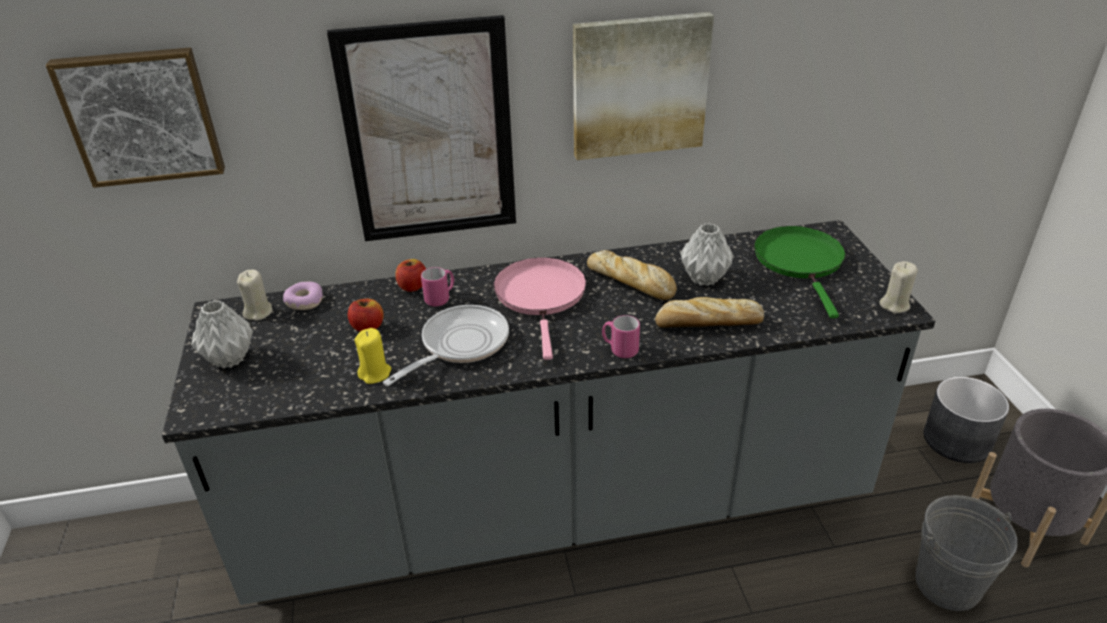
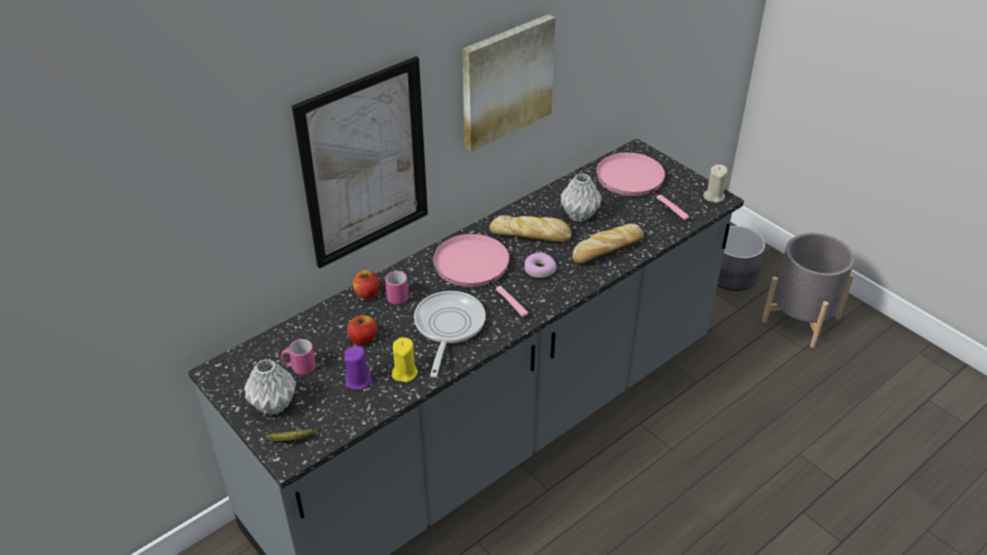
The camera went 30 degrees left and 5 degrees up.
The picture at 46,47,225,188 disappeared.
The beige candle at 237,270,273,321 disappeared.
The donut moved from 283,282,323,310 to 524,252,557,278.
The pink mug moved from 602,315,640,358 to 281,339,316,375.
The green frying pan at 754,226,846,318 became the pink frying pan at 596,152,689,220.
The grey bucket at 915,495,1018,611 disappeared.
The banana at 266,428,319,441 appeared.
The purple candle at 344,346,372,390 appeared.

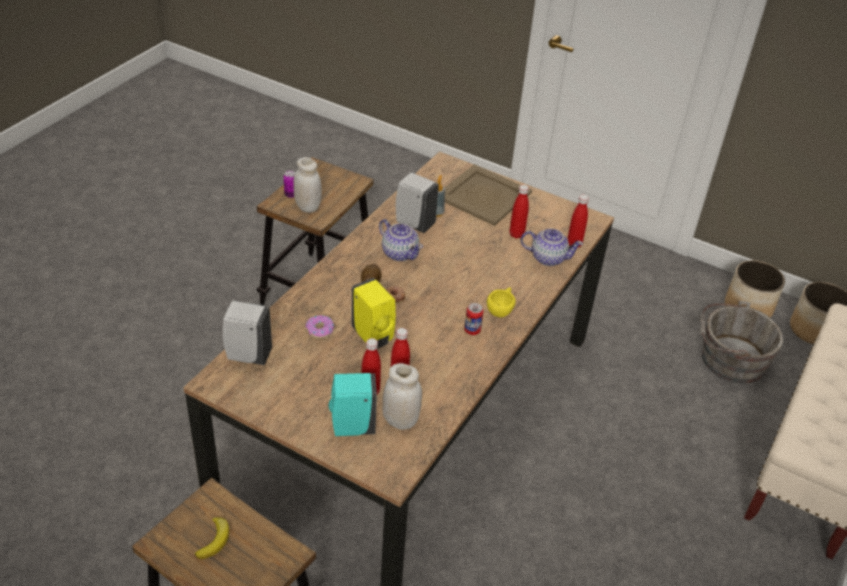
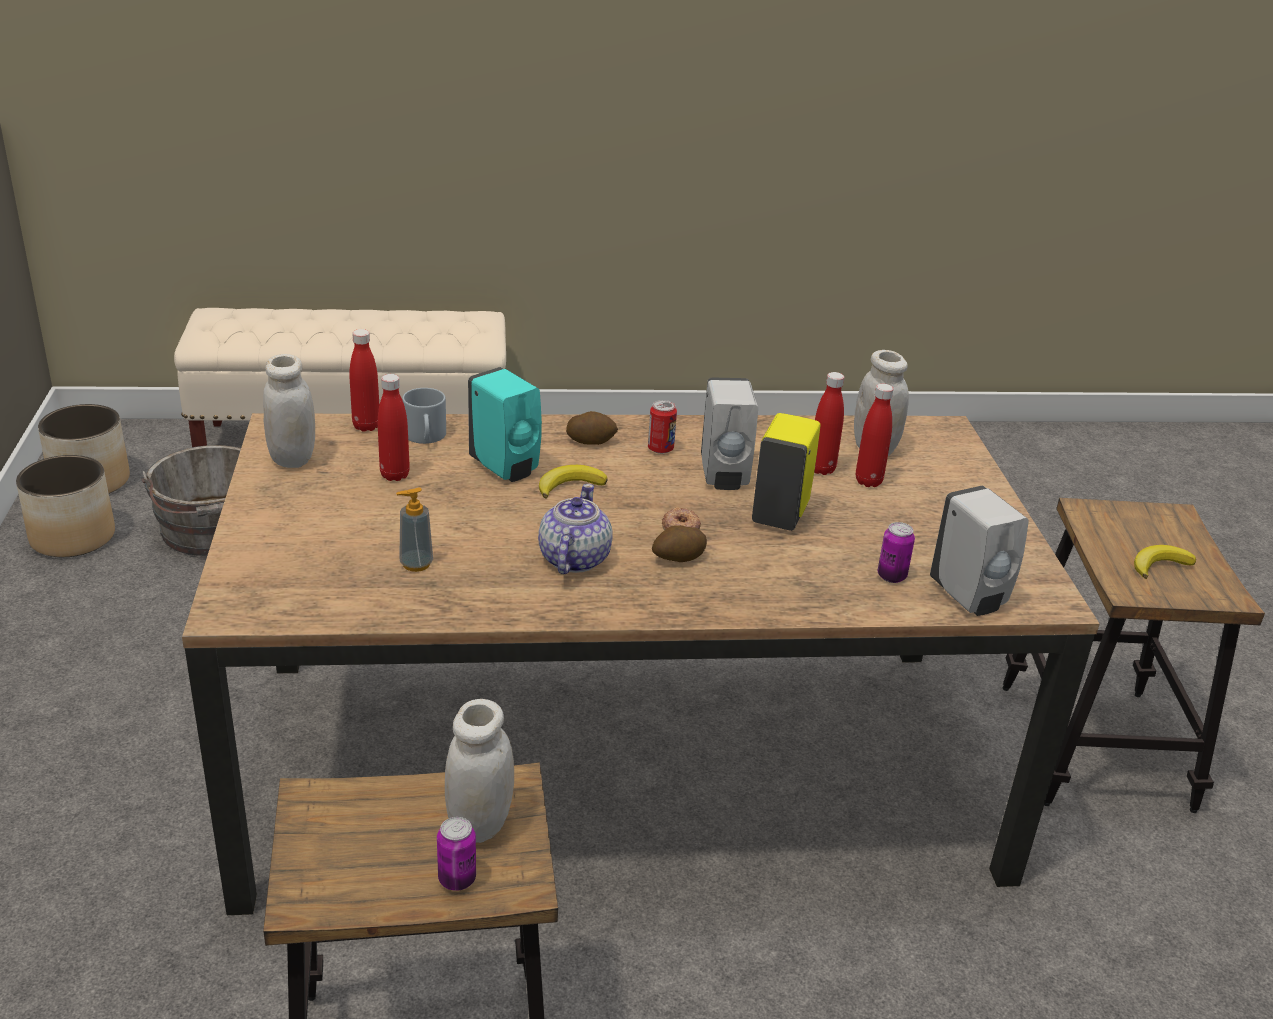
The camera went 125 degrees left and 10 degrees down.
The donut at 305,315,334,339 disappeared.
The turquoise soap dispenser moved from 328,373,377,436 to 468,367,542,482.
The white soap dispenser moved from 396,172,439,233 to 701,377,758,490.
The beige tray at 445,164,532,226 disappeared.
The yellow cup at 487,287,516,317 was replaced by the potato at 566,411,618,445.
The teapot at 521,229,583,266 was replaced by the grey mug at 402,388,446,444.
The white jar at 263,354,315,468 appeared.
The banana at 539,465,608,499 appeared.
The can at 878,522,915,583 appeared.

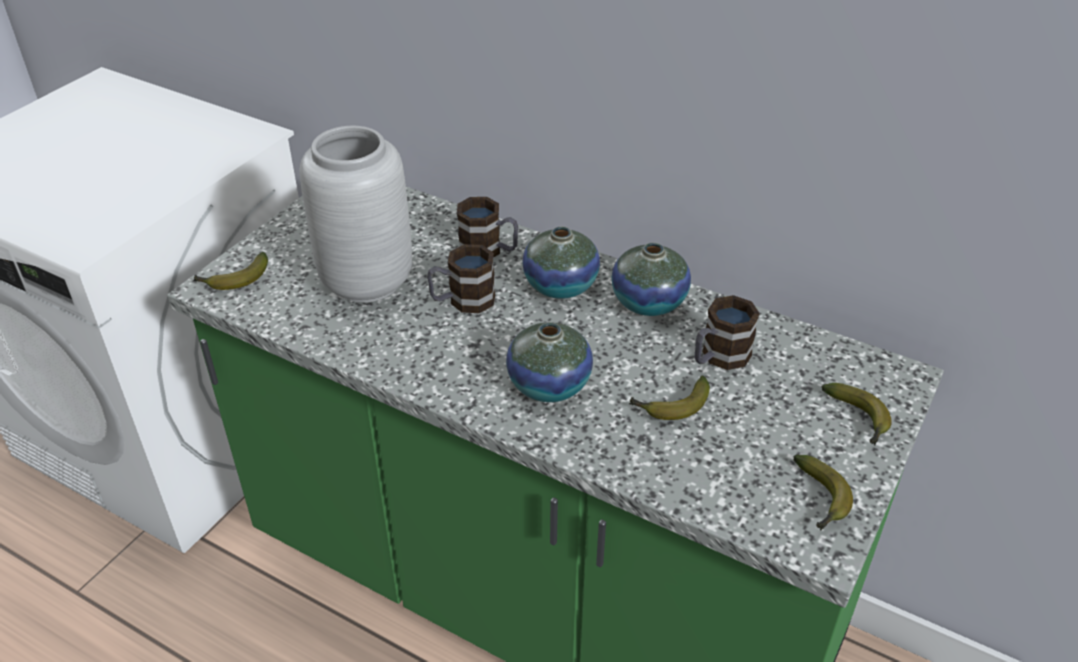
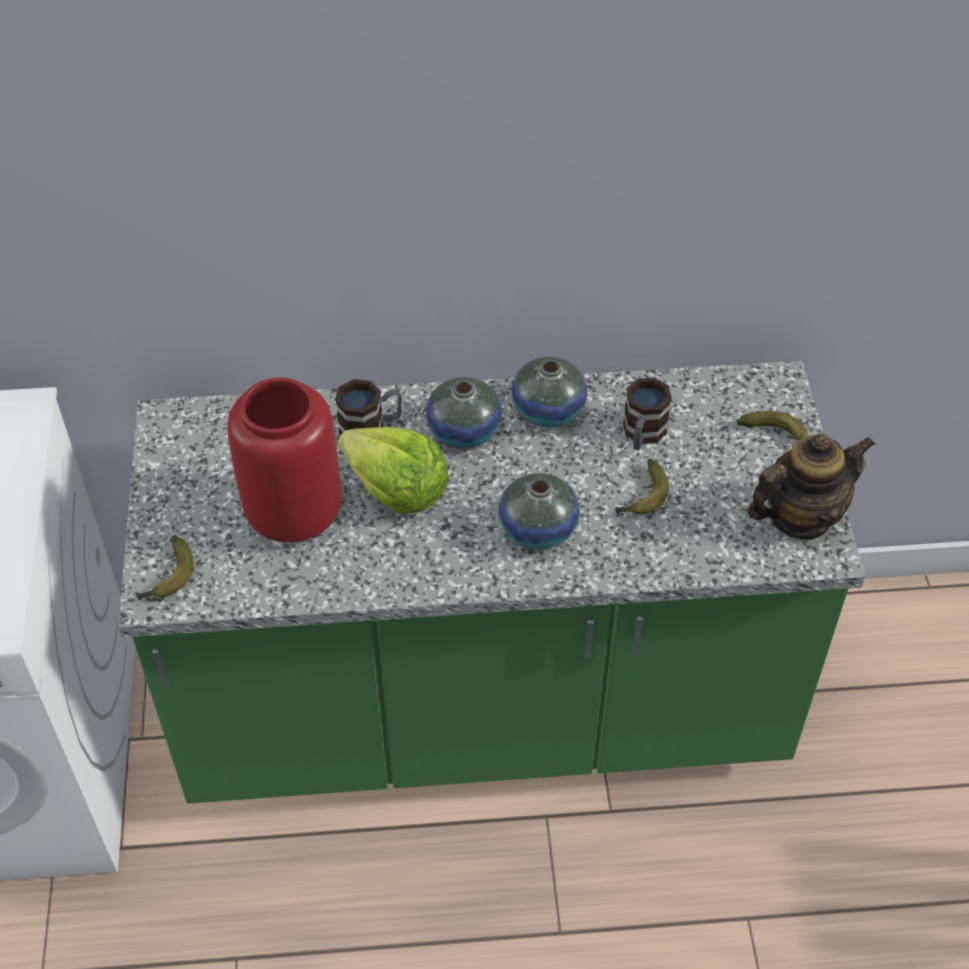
The camera went 35 degrees left and 10 degrees up.
The grey vase at 300,126,412,303 became the red vase at 227,378,342,543.
The mug at 427,244,495,313 was replaced by the lettuce at 338,427,449,514.
The banana at 793,454,853,531 was replaced by the teapot at 747,433,875,540.

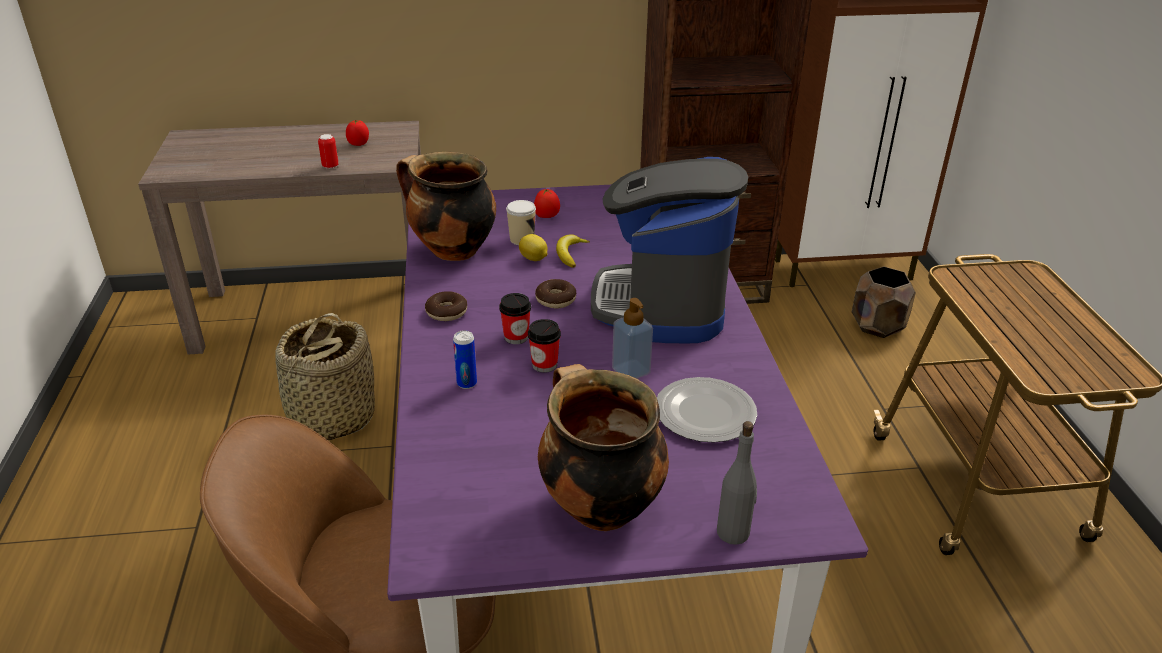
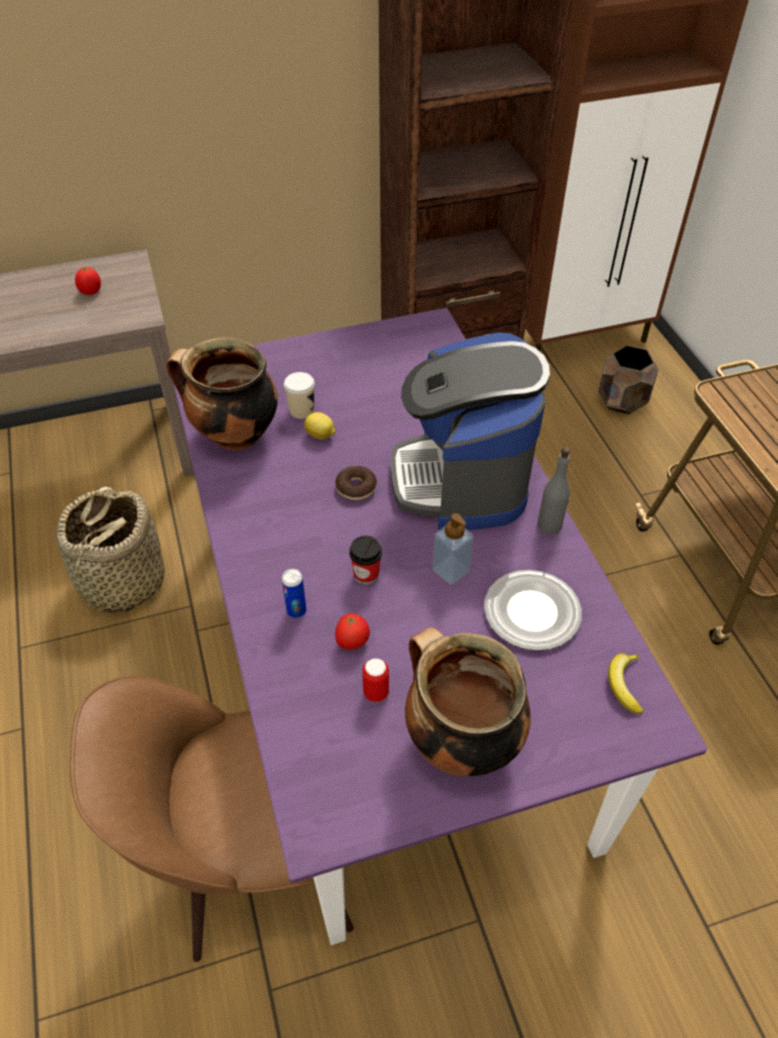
The camera went 10 degrees left and 15 degrees up.
The can moved from 318,134,339,169 to 362,658,389,702.
The donut at 425,291,467,321 disappeared.
The cup at 499,293,531,344 disappeared.
The tomato moved from 534,189,560,218 to 335,613,370,650.
The banana moved from 556,234,590,268 to 608,653,643,714.
The grey bottle moved from 717,421,757,545 to 537,447,570,535.

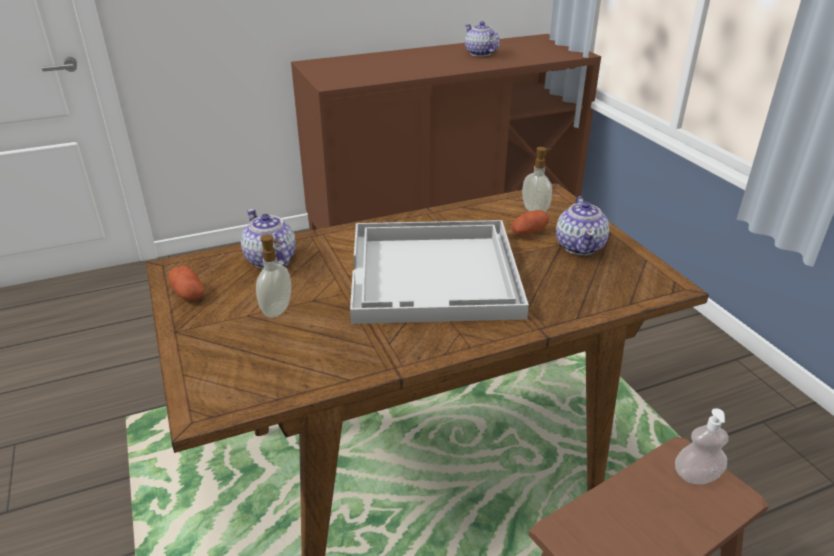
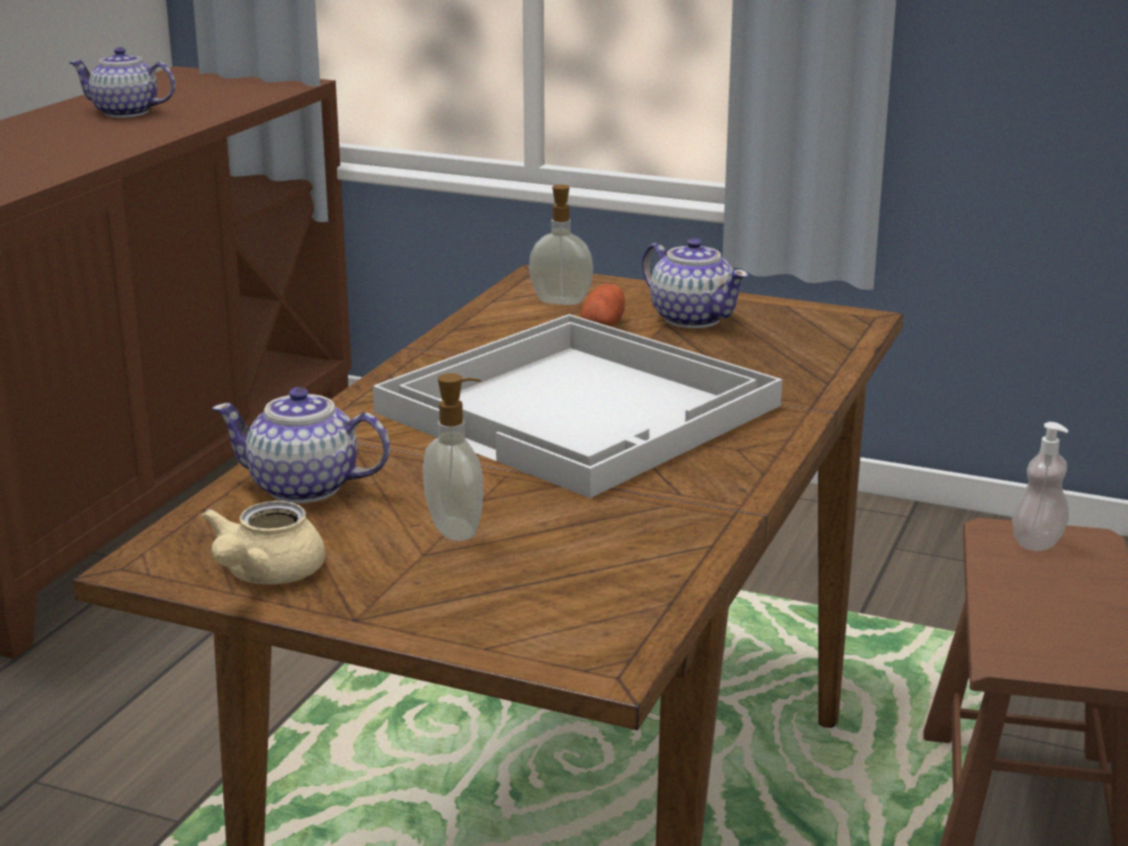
The camera went 45 degrees left and 10 degrees down.
The potato at 169,266,204,300 was replaced by the beige teapot at 202,501,325,585.

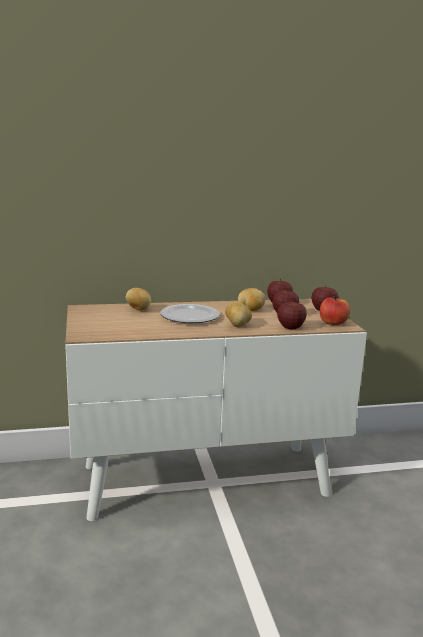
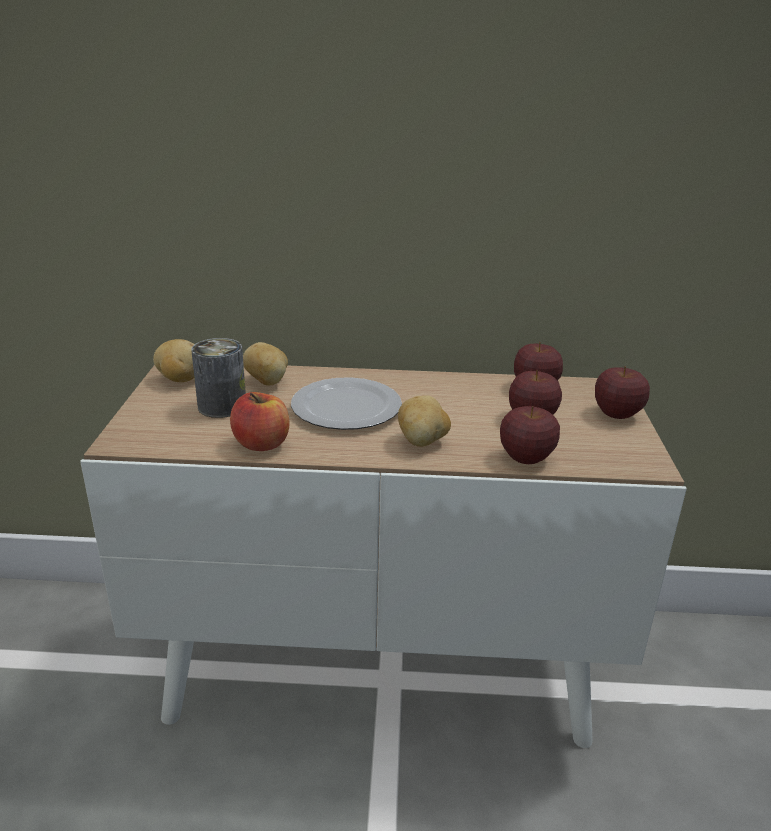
The camera went 15 degrees right and 10 degrees up.
The potato moved from 238,288,265,311 to 153,339,194,382.
The apple moved from 320,296,350,325 to 230,392,289,451.
The can at 191,338,246,418 appeared.

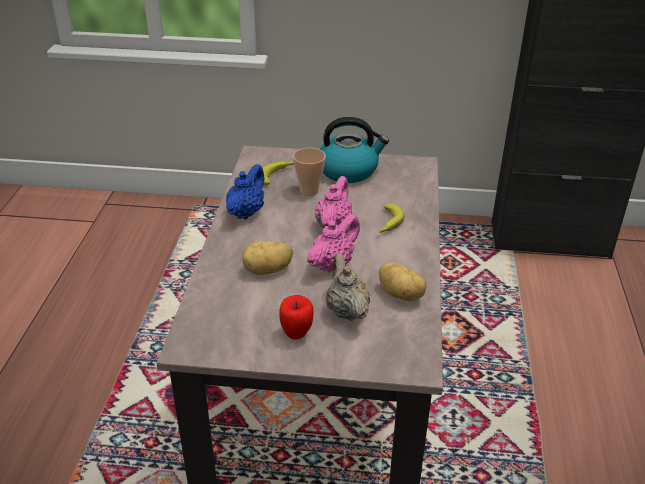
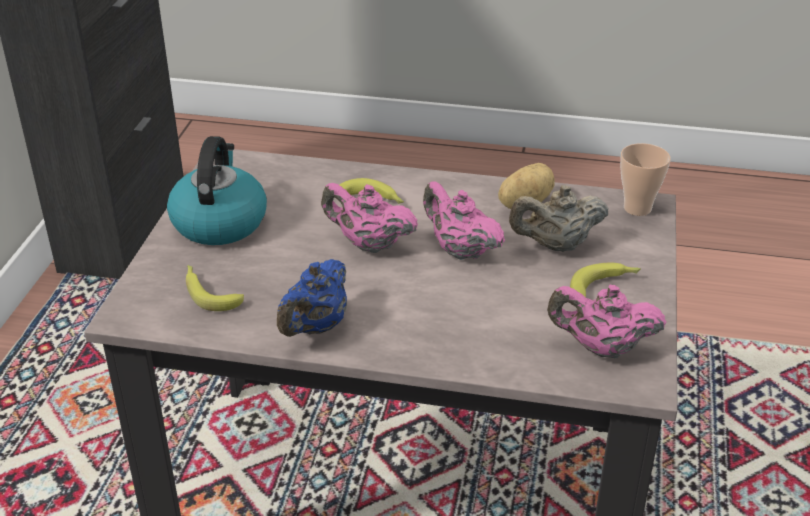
The camera went 85 degrees left and 0 degrees up.
The blue teapot at 226,164,264,219 turned 90 degrees counterclockwise.
The potato at 243,241,293,275 disappeared.
The apple at 279,295,314,339 was replaced by the banana at 570,263,641,297.
The cup moved from 293,148,326,196 to 620,143,671,216.
The pink teapot at 547,284,667,358 appeared.

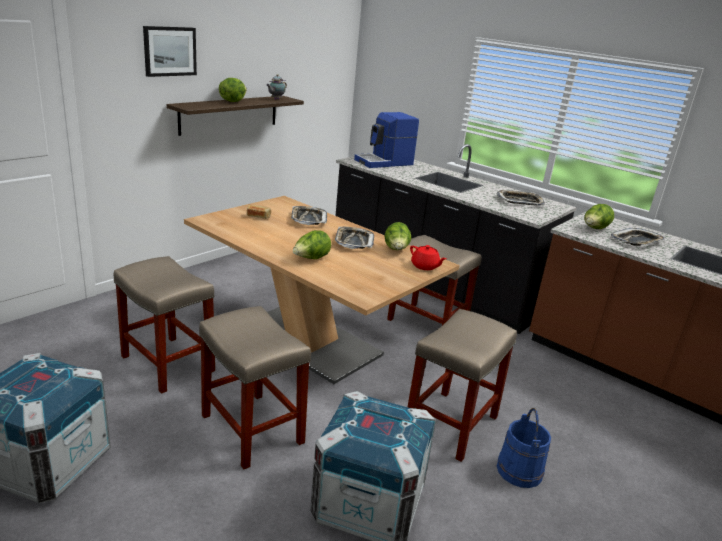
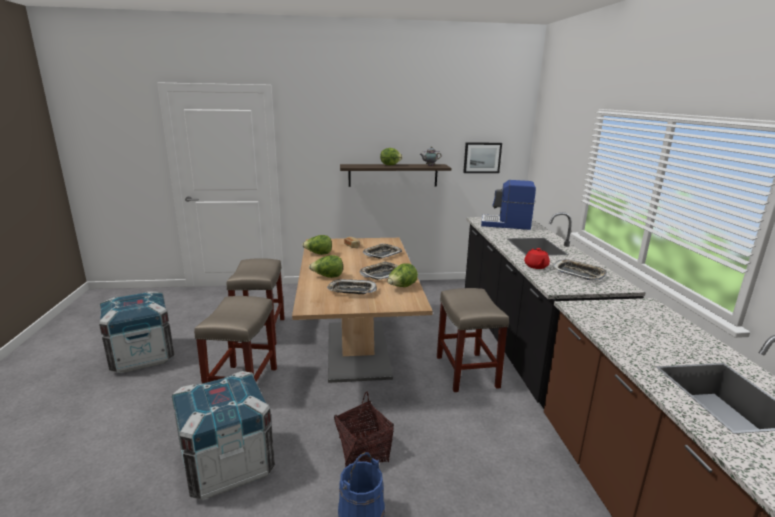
The camera went 45 degrees right and 5 degrees down.
The picture moved from 143,26,197,77 to 463,142,502,173.
The beige stool at 408,309,517,462 was replaced by the basket at 334,392,394,468.
The red teapot moved from 410,245,446,270 to 524,248,550,269.
The lettuce moved from 584,204,614,229 to 302,235,332,255.
The tray moved from 611,228,665,246 to 327,279,377,294.

